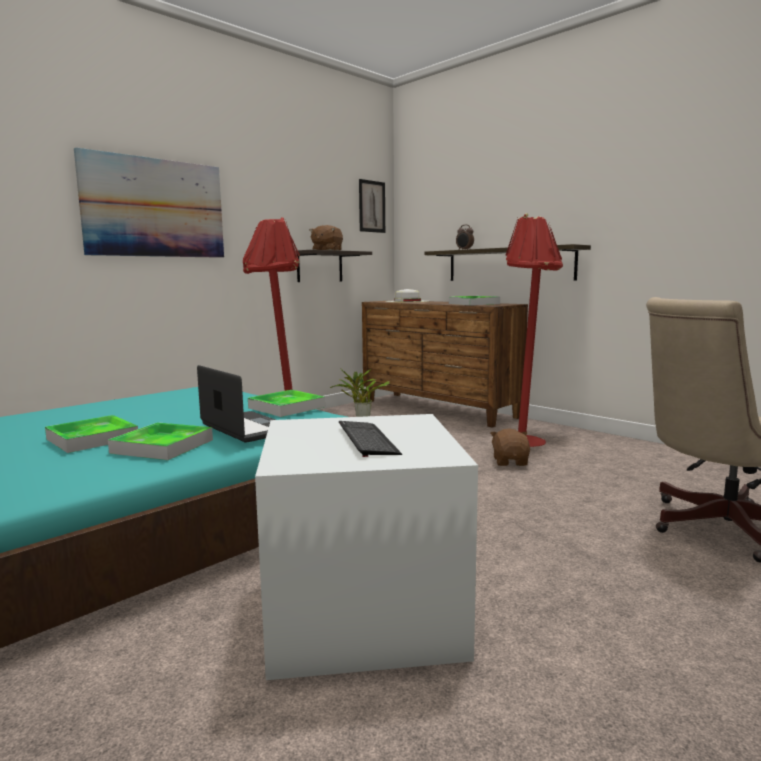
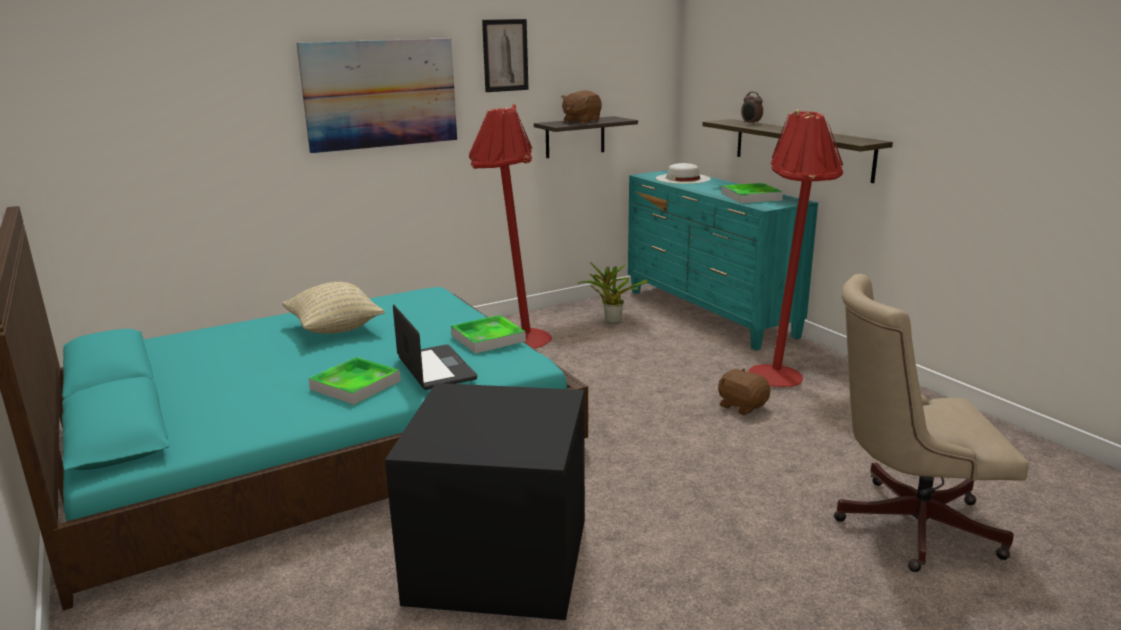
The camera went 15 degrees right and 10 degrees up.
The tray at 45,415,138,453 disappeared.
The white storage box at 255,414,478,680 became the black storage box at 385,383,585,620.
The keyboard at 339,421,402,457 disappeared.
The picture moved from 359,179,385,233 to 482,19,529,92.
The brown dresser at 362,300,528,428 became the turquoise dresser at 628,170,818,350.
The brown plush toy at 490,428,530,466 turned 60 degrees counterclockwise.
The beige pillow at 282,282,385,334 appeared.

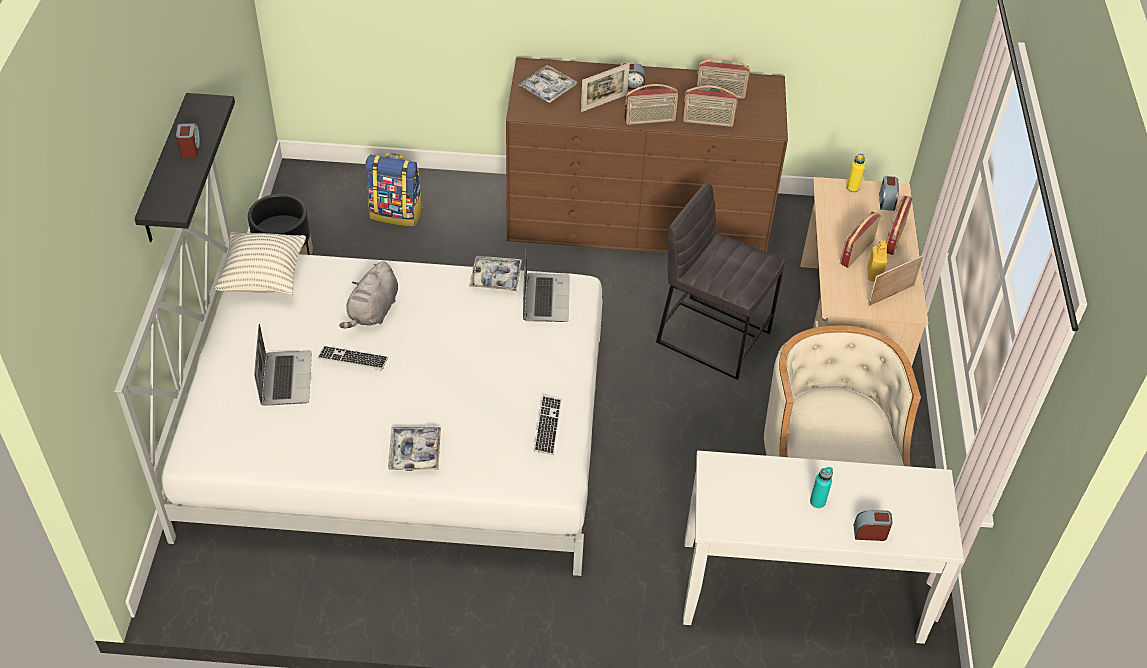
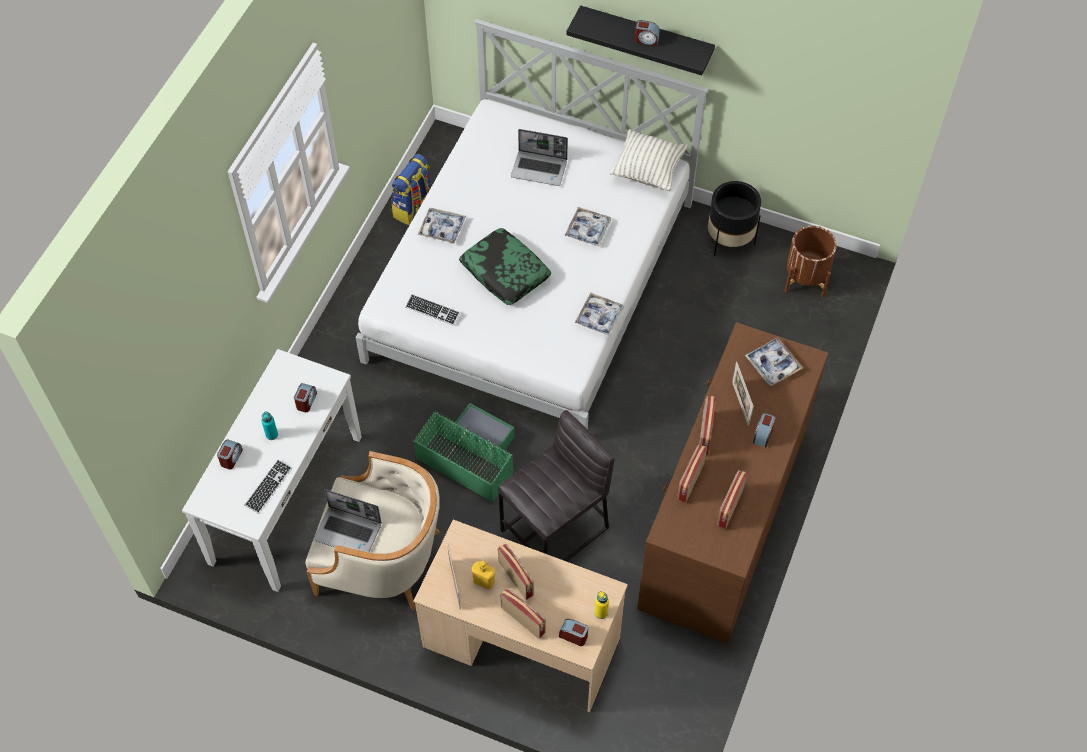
The camera went 110 degrees right and 10 degrees up.
The keyboard moved from 317,346,388,370 to 244,459,292,514.
The grey plush toy at 339,261,398,328 was replaced by the tray at 565,207,612,246.
The backpack moved from 365,153,423,226 to 392,154,431,225.
The laptop moved from 523,244,570,322 to 314,489,382,552.
The alarm clock at 294,383,317,412 appeared.
The green storage box at 413,403,515,502 appeared.
The pillow at 459,228,551,305 appeared.
The brown planter at 784,226,837,297 appeared.

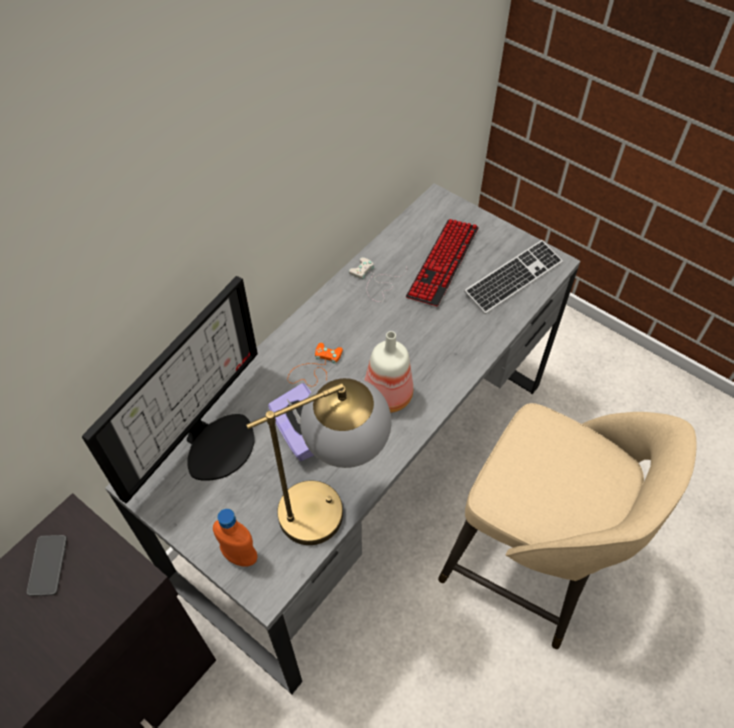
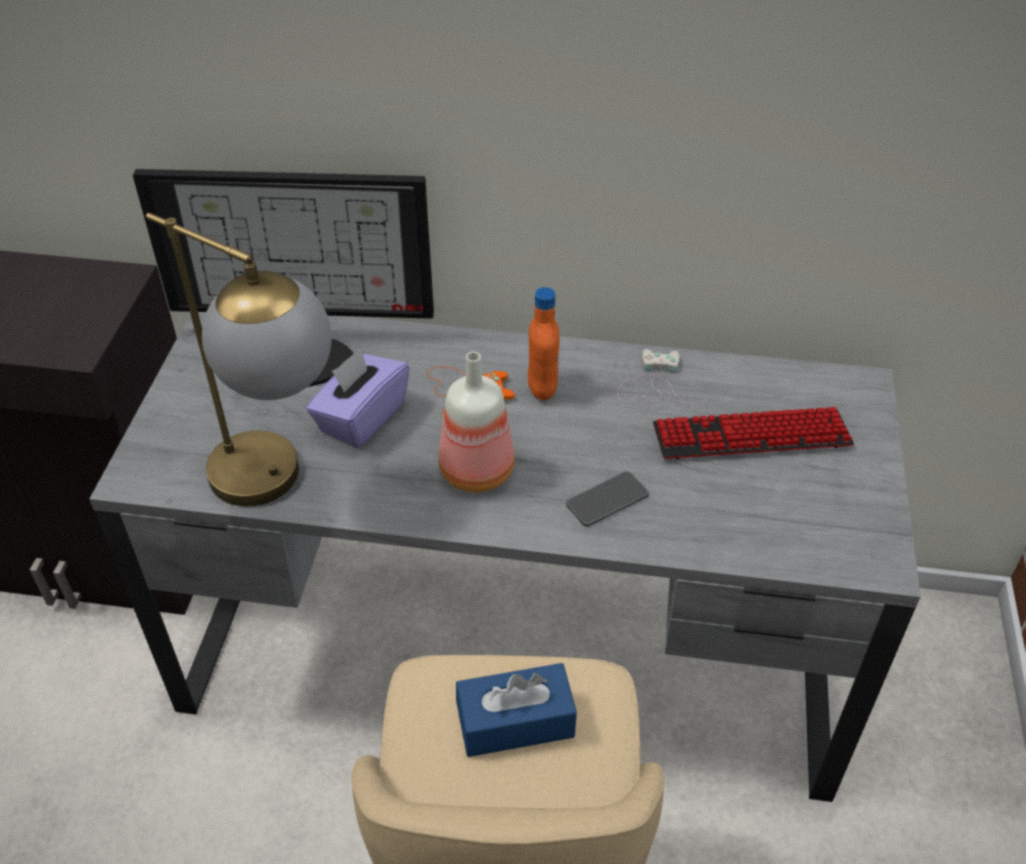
The camera went 60 degrees right and 10 degrees down.
The phone moved from 26,535,67,596 to 566,471,649,526.
The orange bottle moved from 213,509,257,567 to 528,287,560,401.
The keyboard at 464,240,563,314 disappeared.
The blue tissue box at 456,663,577,757 appeared.

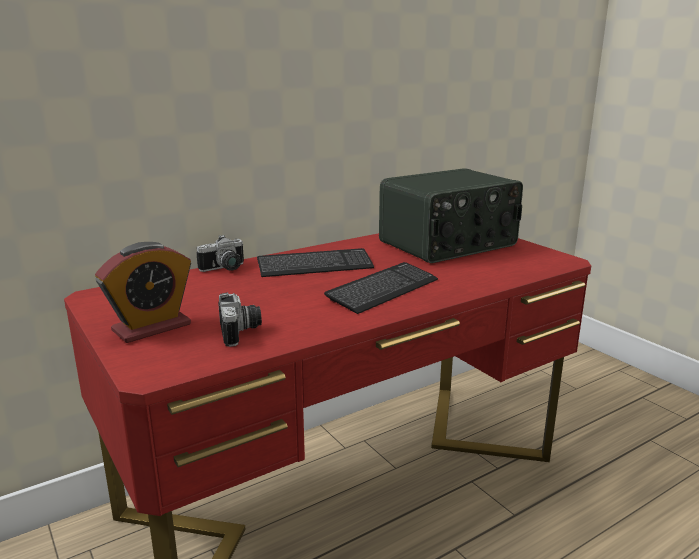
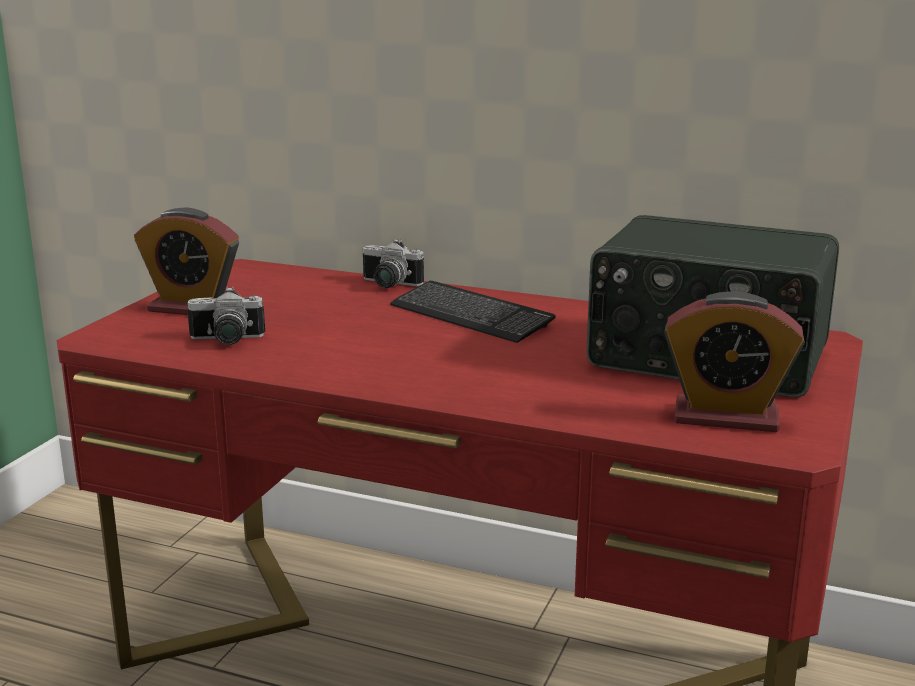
The camera went 55 degrees right and 0 degrees up.
The photo camera at 218,292,262,347 turned 45 degrees clockwise.
The keyboard at 324,262,438,314 disappeared.
The alarm clock at 664,291,805,432 appeared.

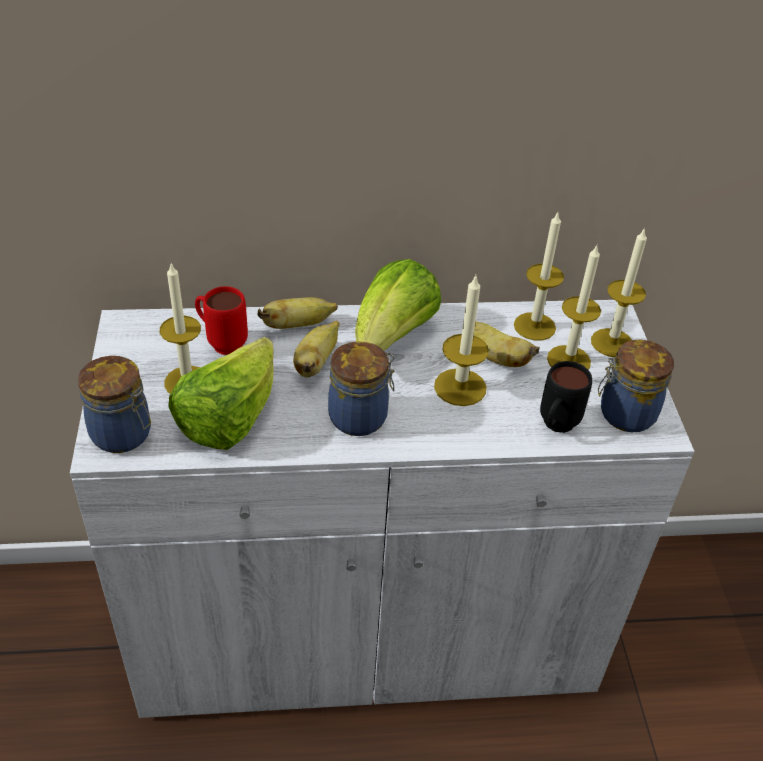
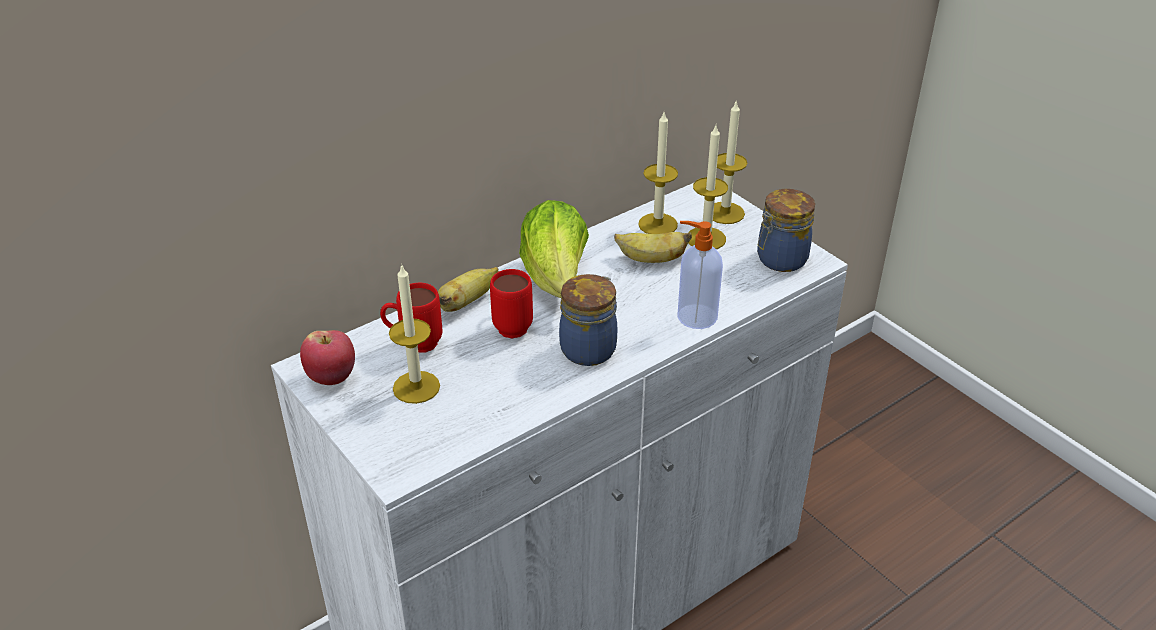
The camera went 30 degrees left and 5 degrees down.
The jar at 78,356,151,453 disappeared.
The lettuce at 168,337,274,450 disappeared.
The banana at 293,321,340,378 was replaced by the red mug at 490,269,533,338.
The candle at 434,275,489,406 disappeared.
The black mug at 540,361,592,433 disappeared.
The apple at 300,330,355,385 appeared.
The soap dispenser at 678,221,723,329 appeared.

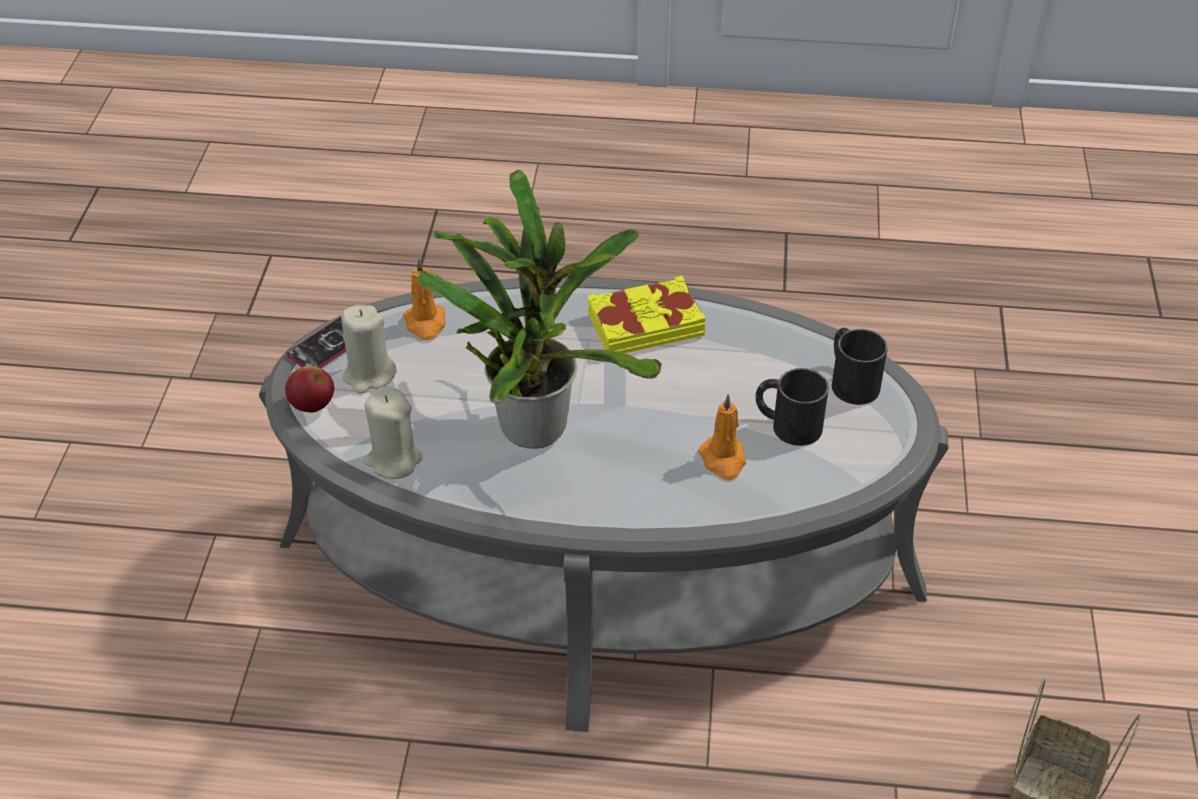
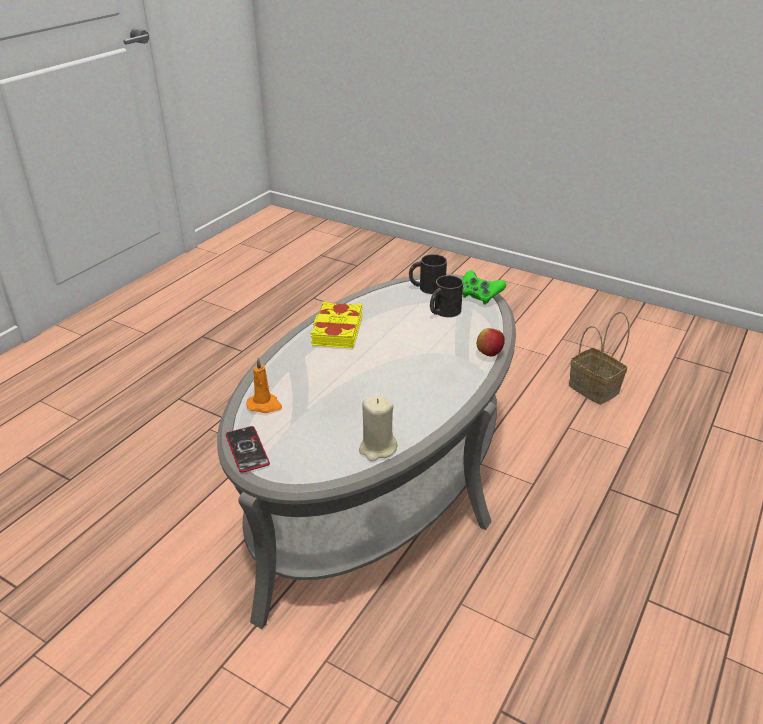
The camera went 65 degrees left and 10 degrees down.
The apple moved from 285,366,334,413 to 477,328,505,357.
The beige candle at 341,305,397,393 disappeared.
The potted plant at 417,170,662,449 disappeared.
The orange candle at 698,394,746,480 disappeared.
The green game controller at 462,270,506,305 appeared.

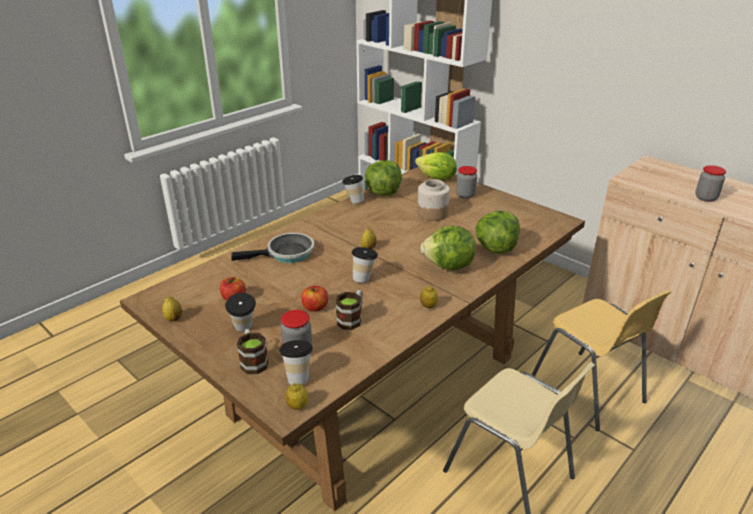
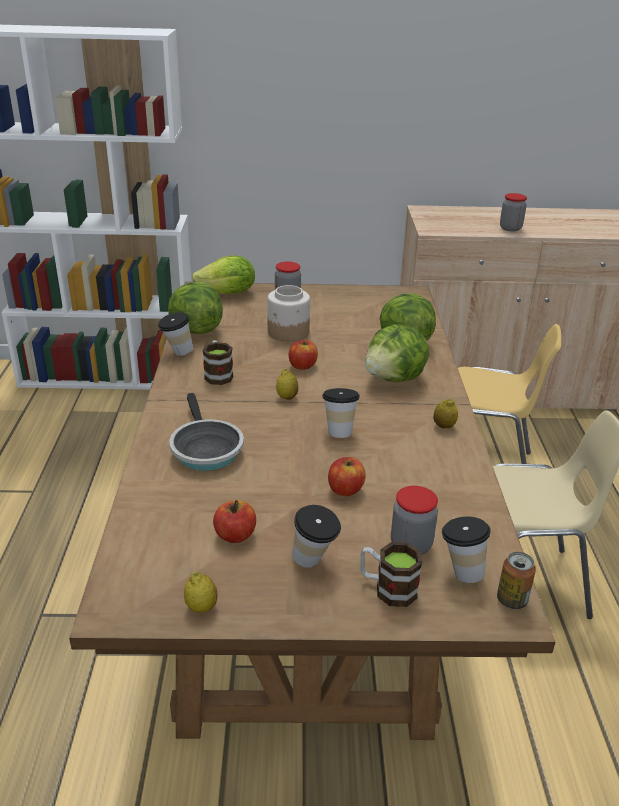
The camera went 45 degrees left and 0 degrees up.
The frying pan at 231,233,314,263 turned 135 degrees clockwise.
The lemon at 285,383,308,410 was replaced by the can at 497,552,536,609.
The mug moved from 336,290,363,330 to 203,340,233,385.
The apple at 289,340,318,370 appeared.

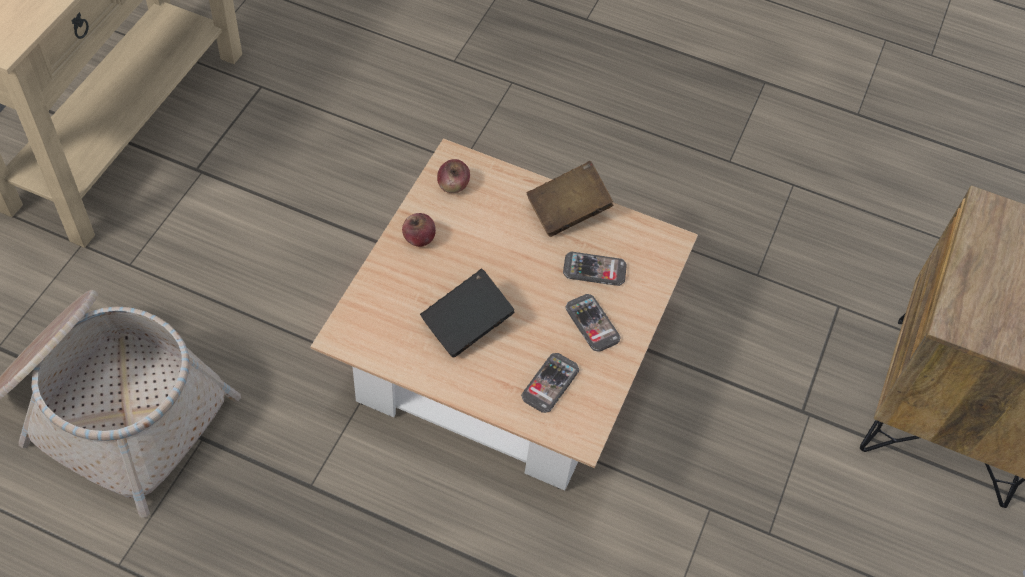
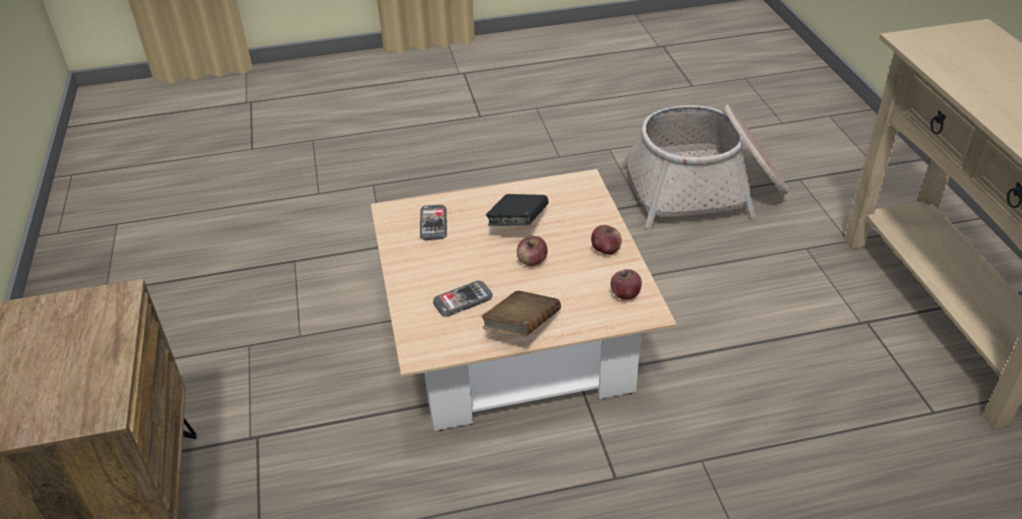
The camera went 150 degrees right and 15 degrees down.
The phone at 565,294,621,352 disappeared.
The apple at 517,236,548,266 appeared.

